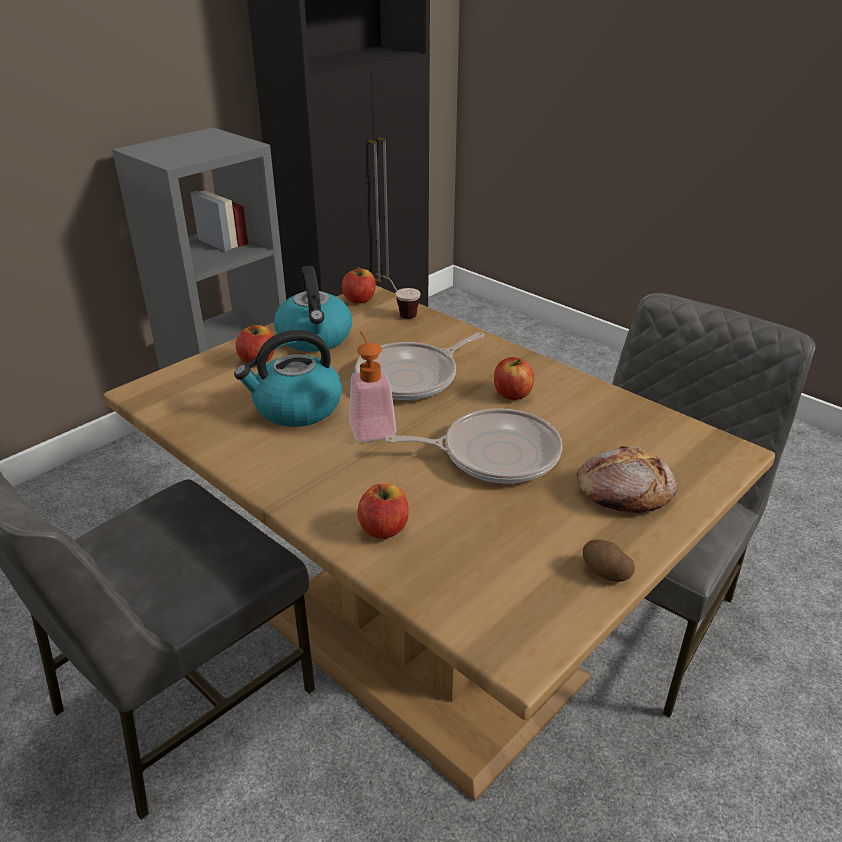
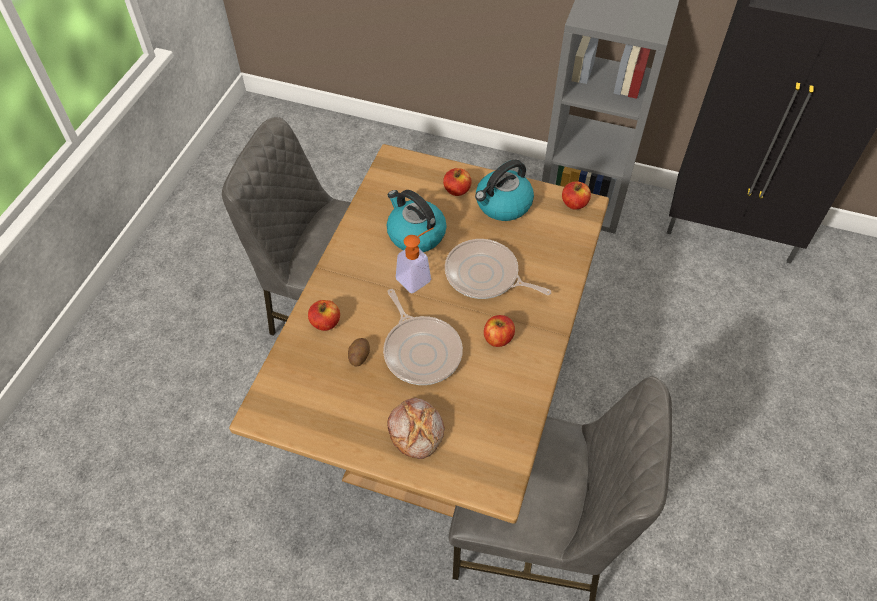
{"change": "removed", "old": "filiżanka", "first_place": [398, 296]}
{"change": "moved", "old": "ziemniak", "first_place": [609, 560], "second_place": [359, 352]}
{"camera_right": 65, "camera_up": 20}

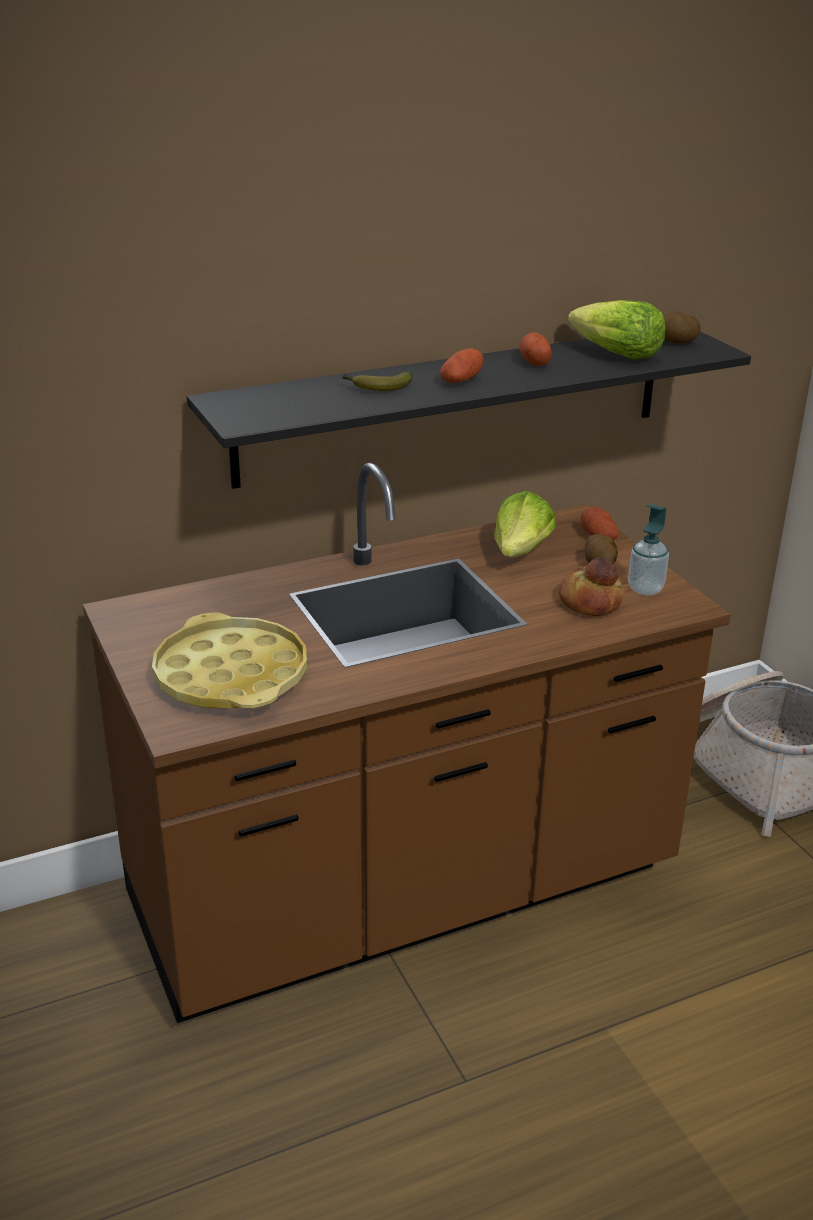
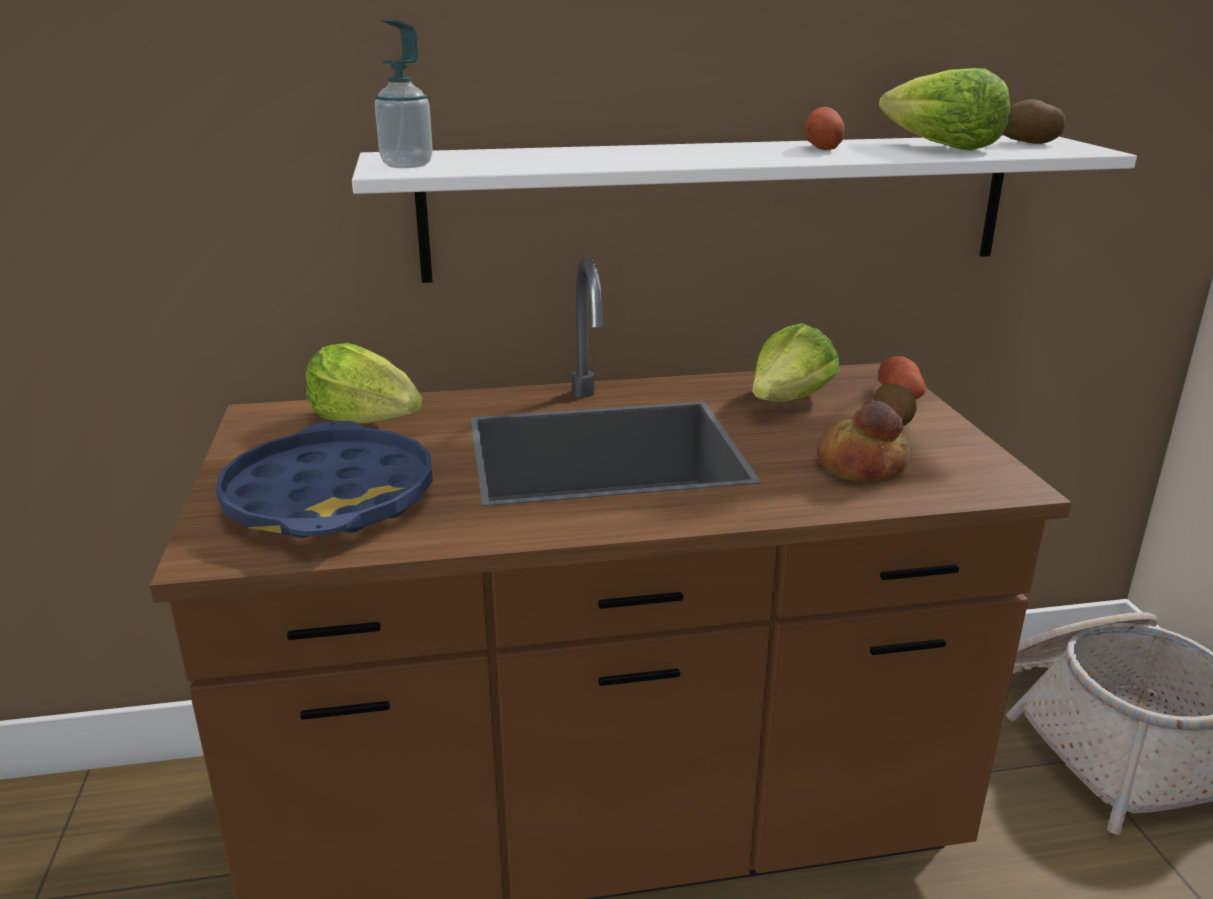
{"change": "recoloured", "old": "taca/żółty", "new": "taca/niebieski", "first_place": [229, 660], "second_place": [324, 479]}
{"change": "recoloured", "old": "półka/czarny", "new": "półka/biały", "first_place": [469, 410], "second_place": [744, 209]}
{"change": "removed", "old": "banan", "first_place": [377, 381]}
{"change": "removed", "old": "ziemniak", "first_place": [461, 365]}
{"change": "moved", "old": "dozownik mydła", "first_place": [648, 549], "second_place": [404, 93]}
{"change": "added", "new": "sałata", "second_place": [364, 383]}
{"camera_right": 15, "camera_up": -5}

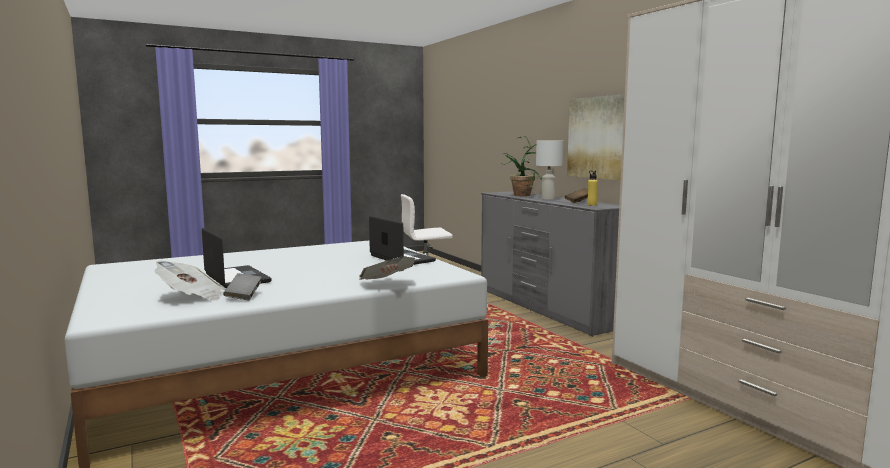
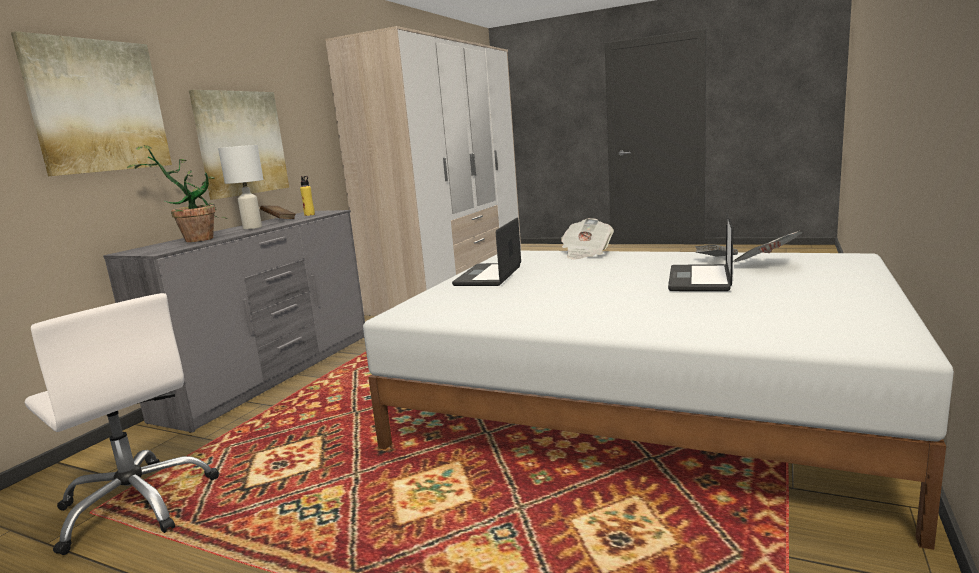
{"change": "added", "new": "obraz", "second_place": [91, 103]}
{"camera_right": -125, "camera_up": 5}

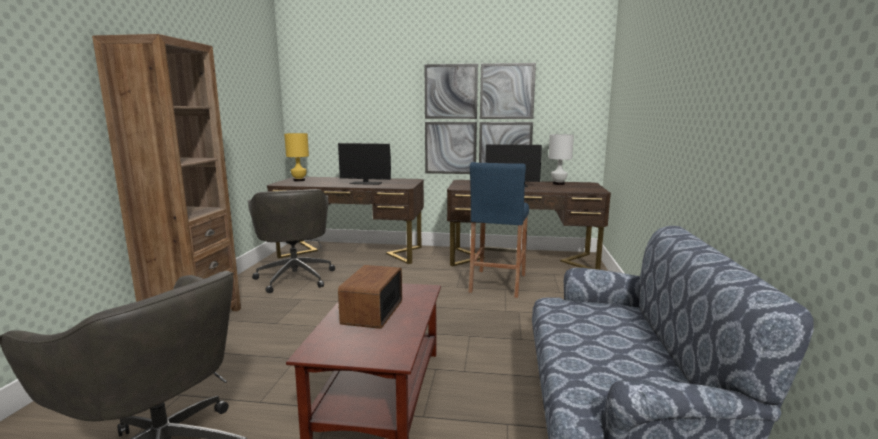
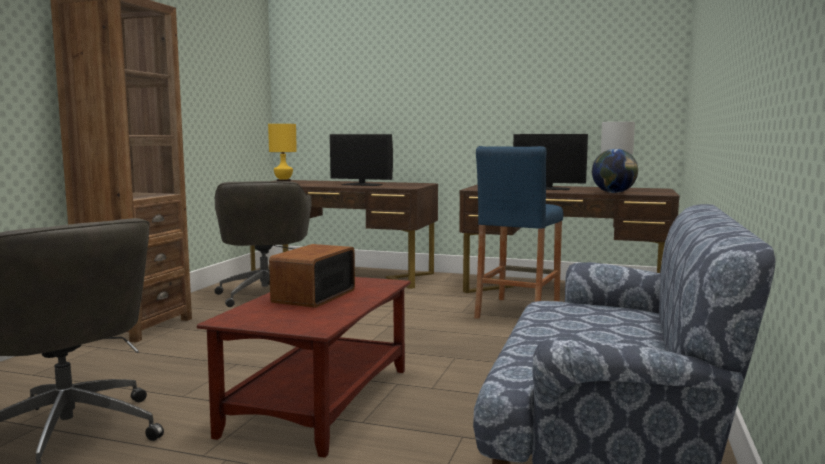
{"change": "removed", "old": "obraz", "first_place": [480, 118]}
{"change": "added", "new": "globus", "second_place": [615, 171]}
{"camera_right": 10, "camera_up": -5}

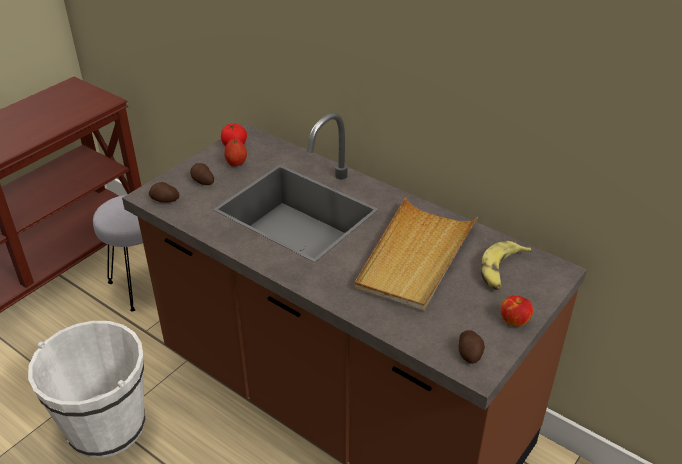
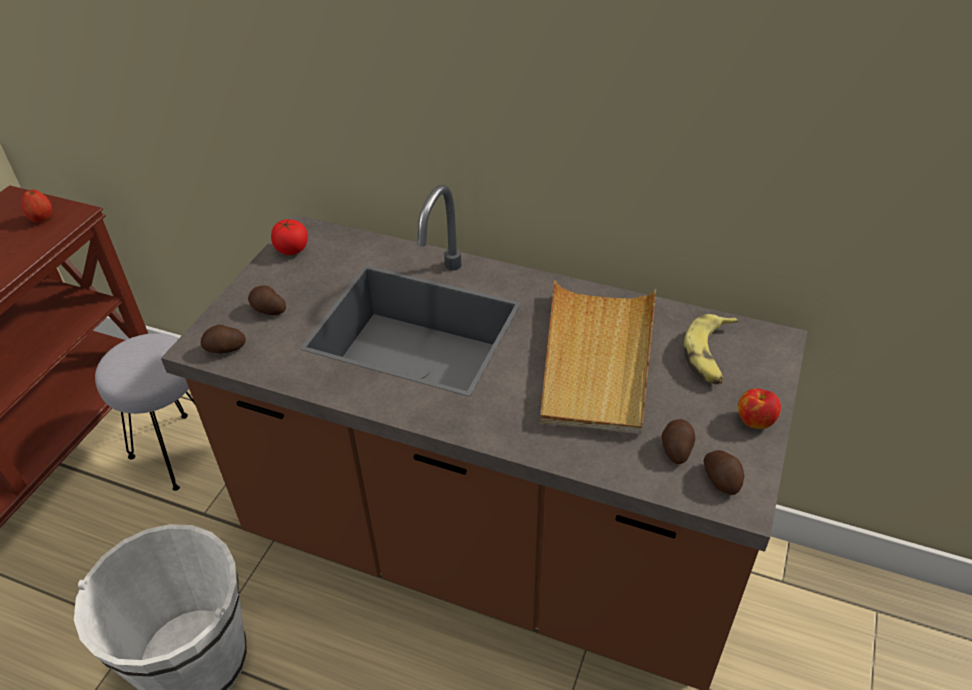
{"change": "moved", "old": "jabłko", "first_place": [235, 152], "second_place": [37, 206]}
{"change": "added", "new": "ziemniak", "second_place": [679, 441]}
{"camera_right": -15, "camera_up": 5}

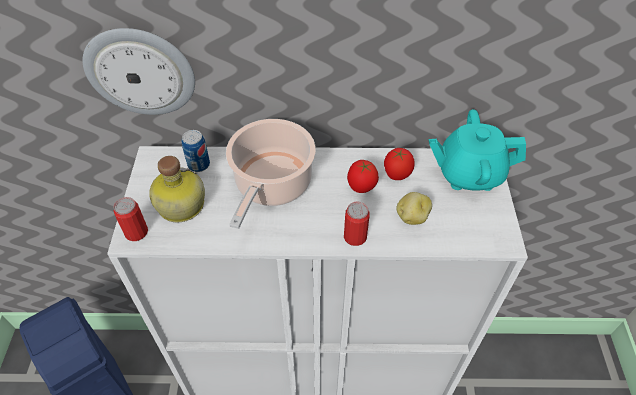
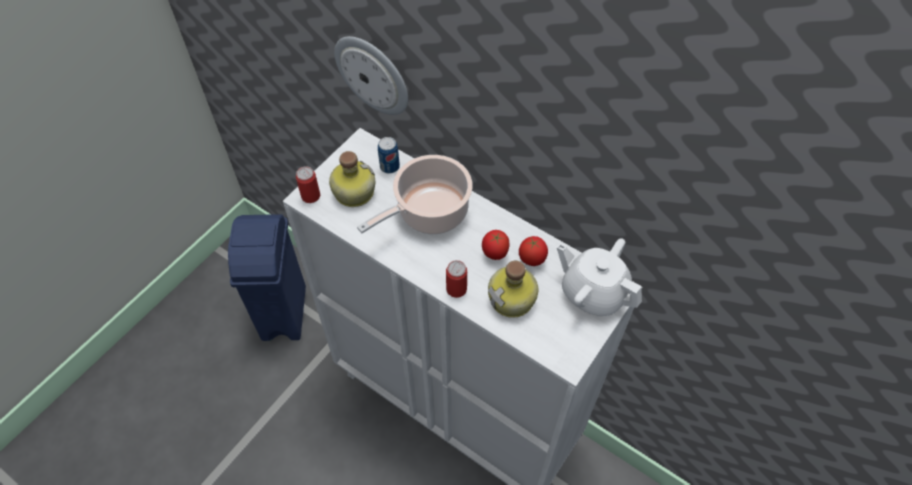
{"change": "replaced", "old": "ziemniak", "new": "butelka", "first_place": [414, 208], "second_place": [513, 289]}
{"change": "recoloured", "old": "imbryk/turkusowy", "new": "imbryk/biały", "first_place": [477, 150], "second_place": [599, 277]}
{"camera_right": 35, "camera_up": 5}

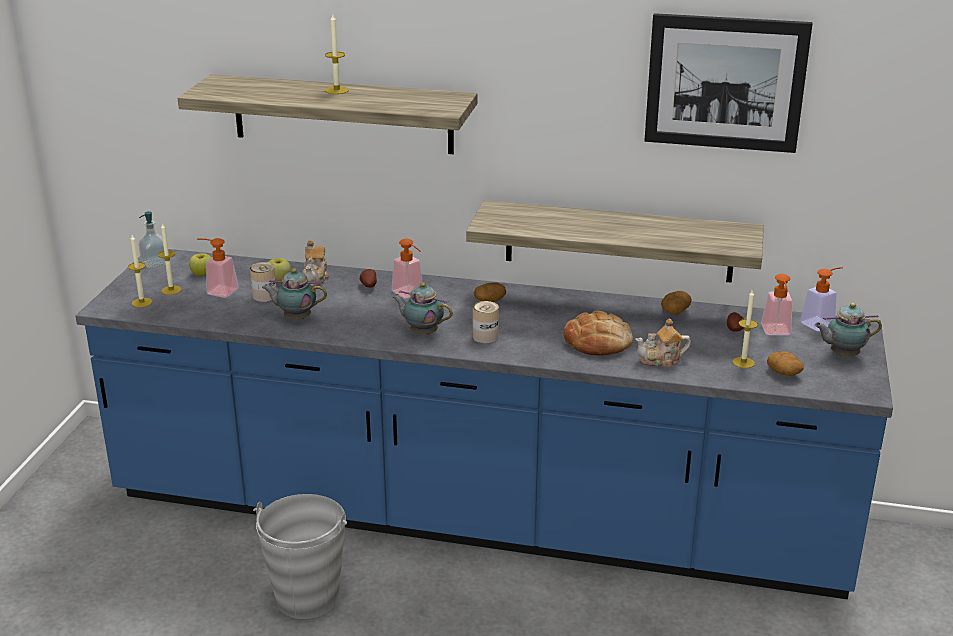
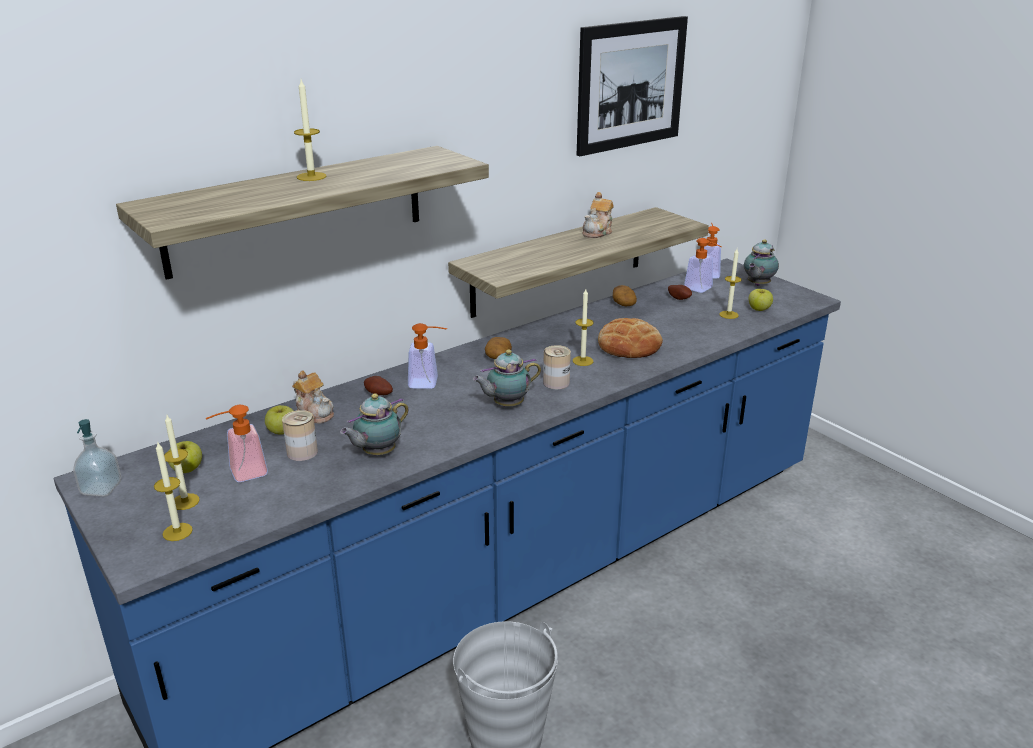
{"change": "moved", "old": "imbryk", "first_place": [663, 343], "second_place": [598, 215]}
{"change": "replaced", "old": "ziemniak", "new": "jabłko", "first_place": [785, 363], "second_place": [761, 300]}
{"change": "added", "new": "świeca", "second_place": [583, 327]}
{"camera_right": -50, "camera_up": 0}

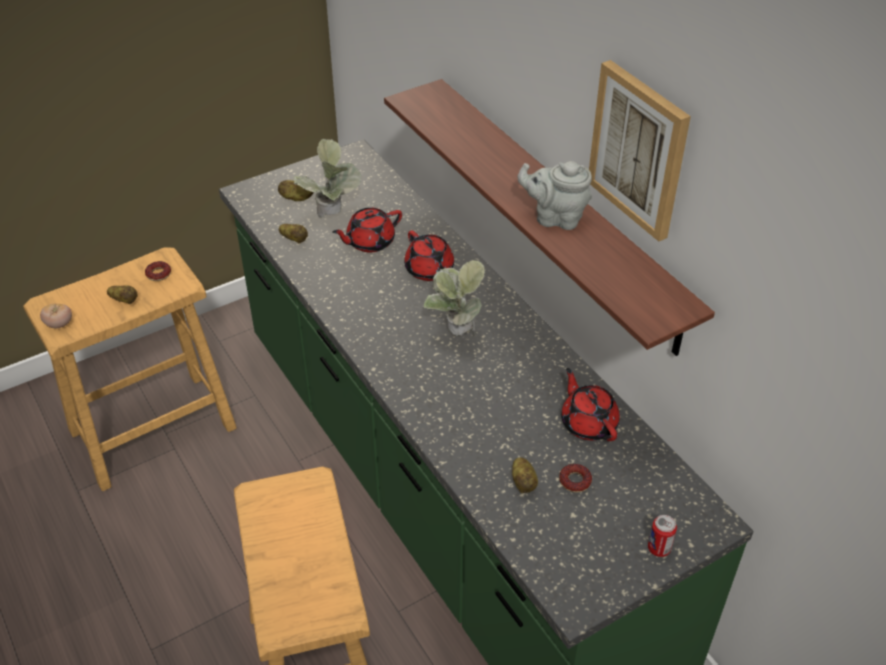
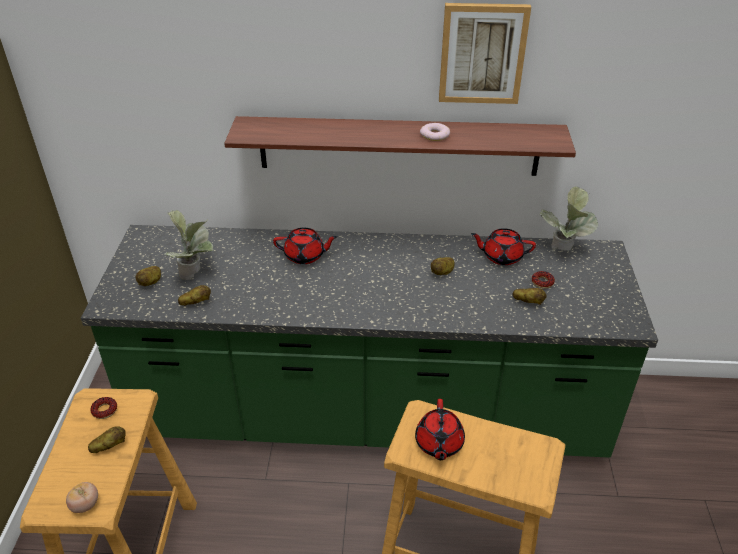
{"change": "moved", "old": "imbryk/czerwony", "first_place": [367, 230], "second_place": [440, 429]}
{"change": "moved", "old": "roślina doniczkowa", "first_place": [454, 298], "second_place": [568, 218]}
{"change": "replaced", "old": "imbryk/szary", "new": "donut", "first_place": [554, 195], "second_place": [435, 132]}
{"change": "removed", "old": "puszka", "first_place": [662, 536]}
{"change": "added", "new": "ziemniak", "second_place": [442, 266]}
{"camera_right": -55, "camera_up": -5}

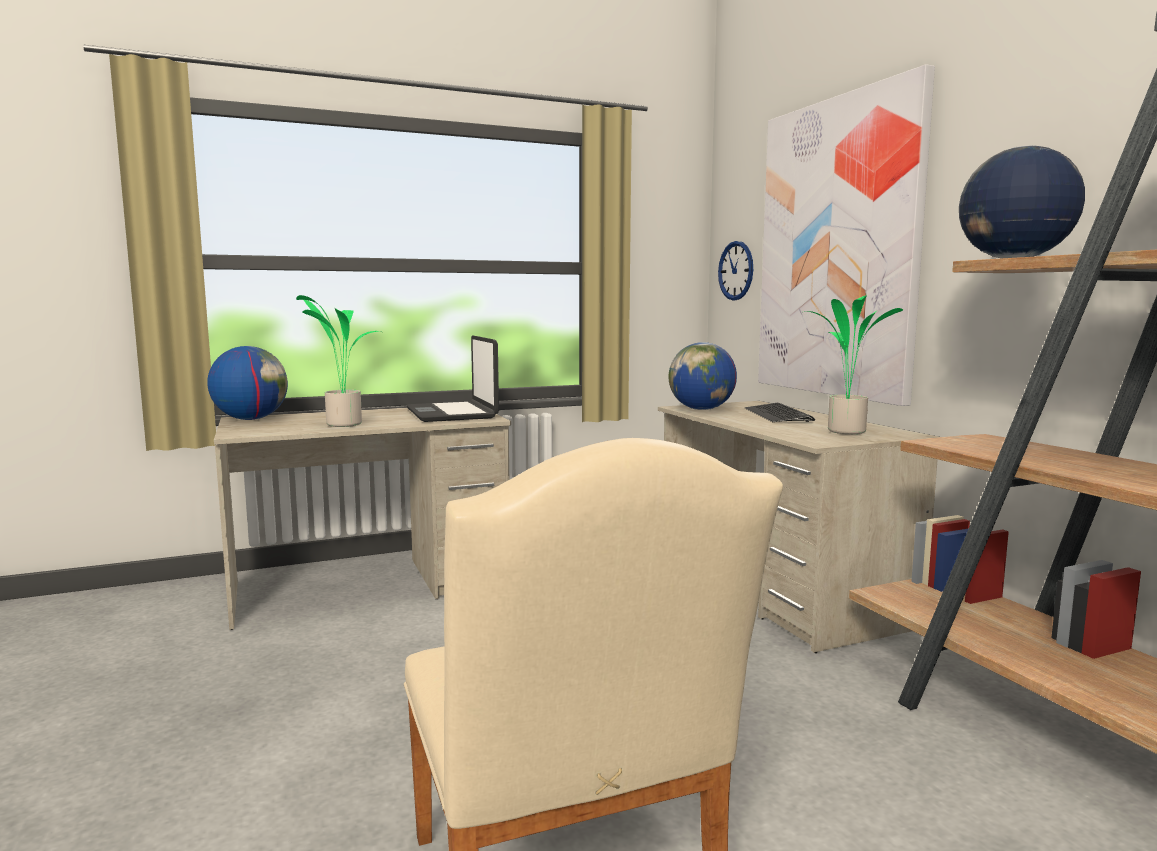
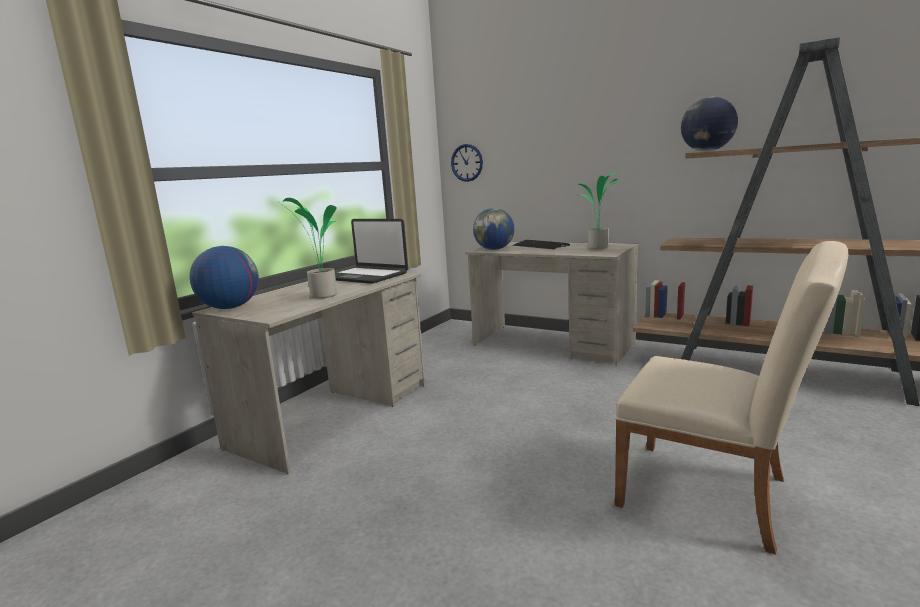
{"change": "removed", "old": "obraz", "first_place": [846, 235]}
{"camera_right": -35, "camera_up": 5}

